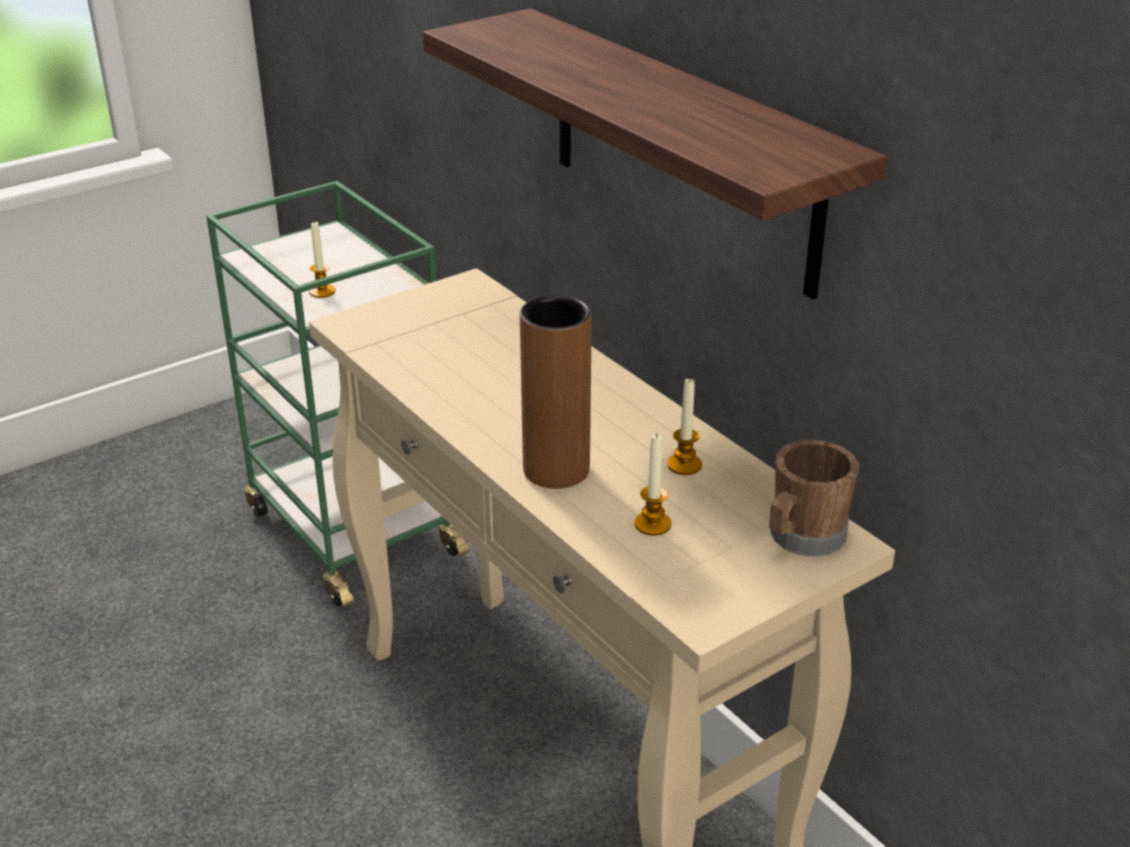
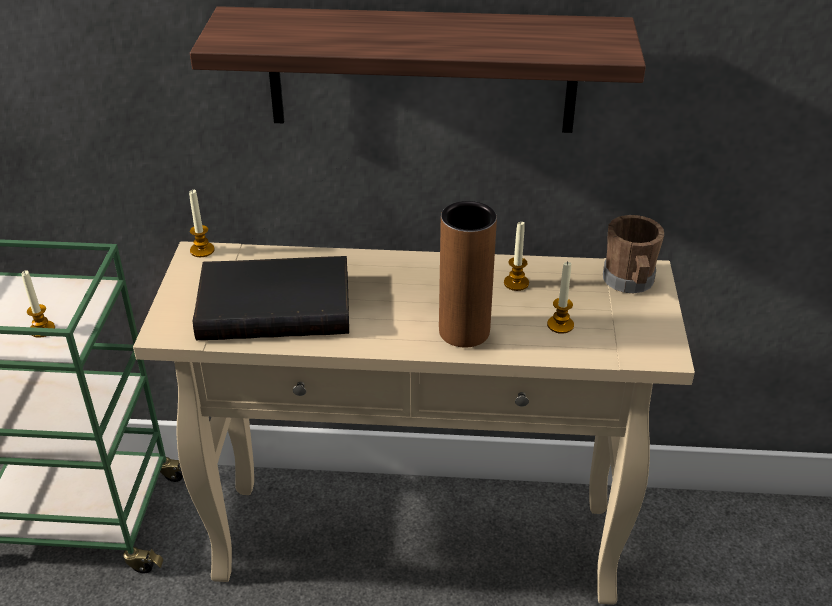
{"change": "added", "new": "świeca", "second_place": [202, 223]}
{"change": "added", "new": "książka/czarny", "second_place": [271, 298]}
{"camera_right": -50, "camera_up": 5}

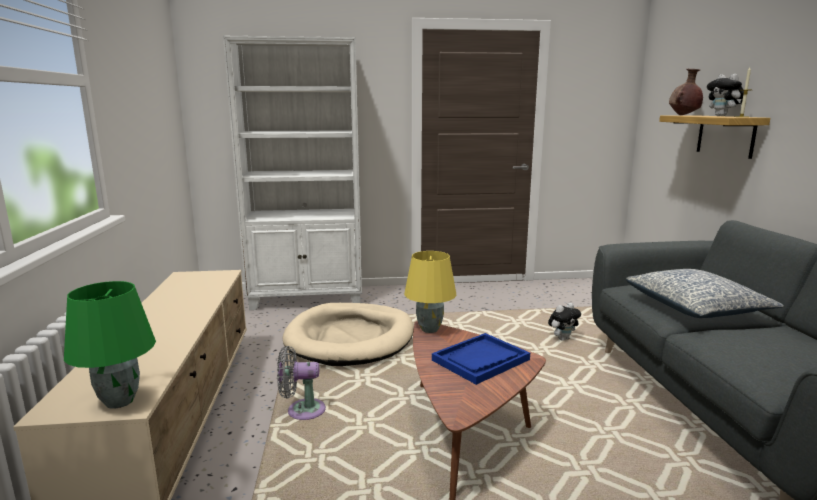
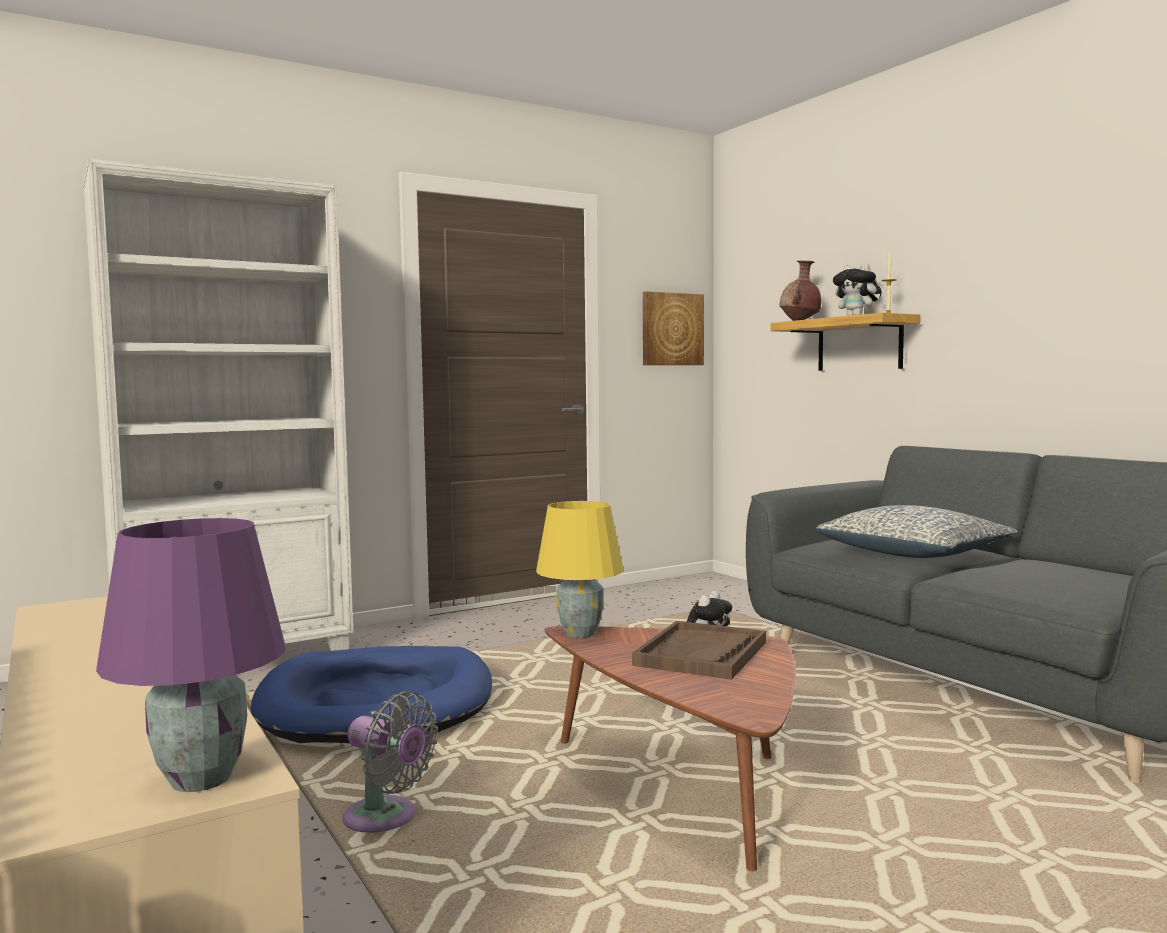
{"change": "recoloured", "old": "lampa stołowa/zielony", "new": "lampa stołowa/fioletowy", "first_place": [110, 345], "second_place": [191, 655]}
{"change": "turned", "old": "wentylator/szary", "first_place": [301, 383], "second_place": [390, 762], "degrees": -120}
{"change": "recoloured", "old": "legowisko/beżowy", "new": "legowisko/niebieski", "first_place": [348, 334], "second_place": [371, 694]}
{"change": "recoloured", "old": "taca/niebieski", "new": "taca/brązowy", "first_place": [481, 359], "second_place": [699, 650]}
{"change": "added", "new": "obraz", "second_place": [673, 328]}
{"camera_right": -25, "camera_up": -10}

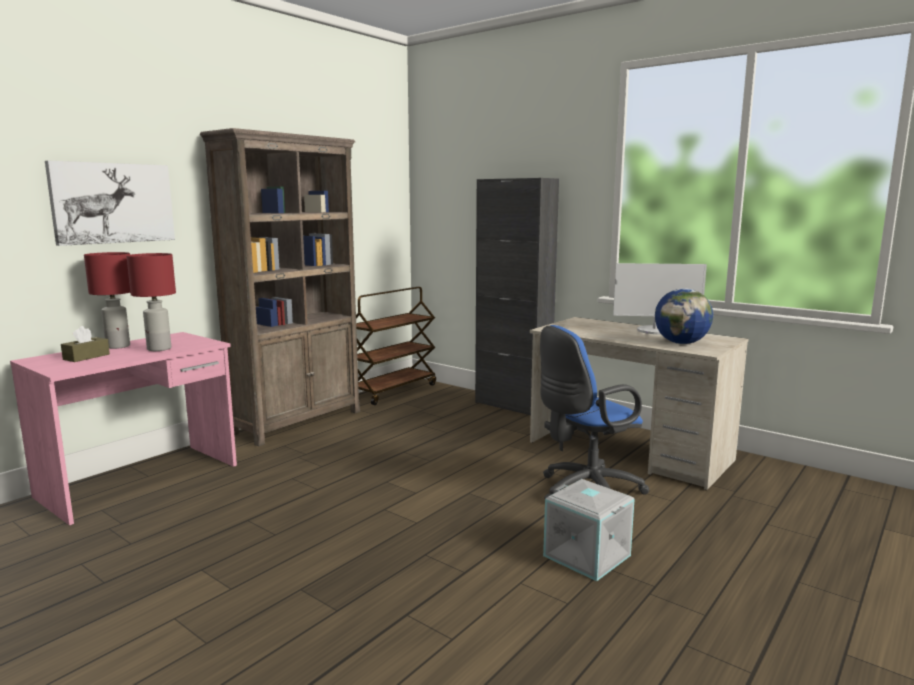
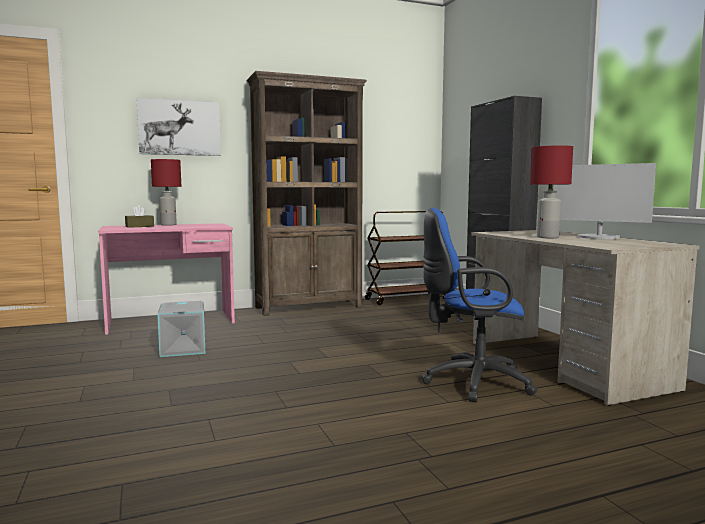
{"change": "moved", "old": "lampa stołowa/czerwony", "first_place": [151, 302], "second_place": [551, 191]}
{"change": "moved", "old": "pojemnik do przechowywania/szary", "first_place": [589, 530], "second_place": [181, 329]}
{"change": "removed", "old": "globus", "first_place": [684, 316]}
{"camera_right": 30, "camera_up": -5}

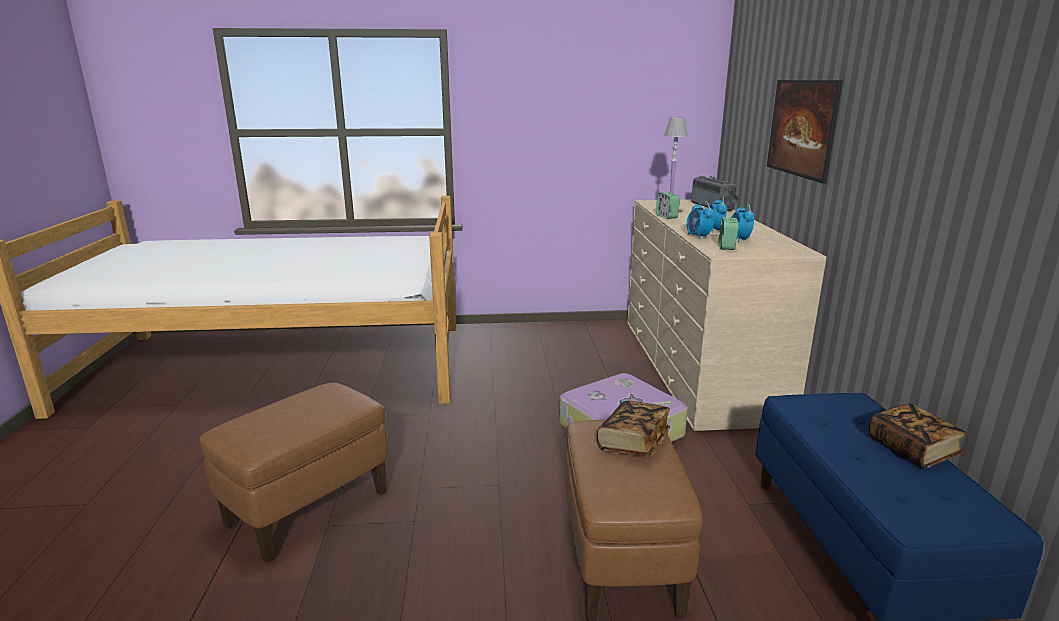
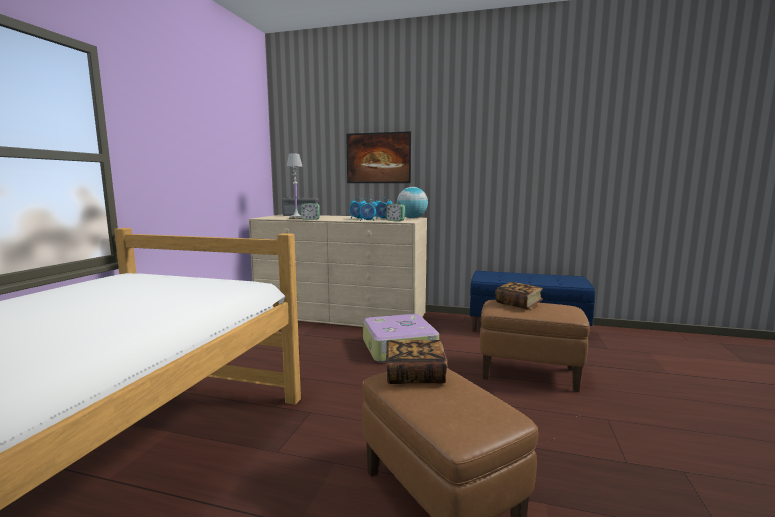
{"change": "moved", "old": "książka", "first_place": [917, 435], "second_place": [416, 362]}
{"change": "added", "new": "globus", "second_place": [412, 202]}
{"camera_right": -70, "camera_up": -10}

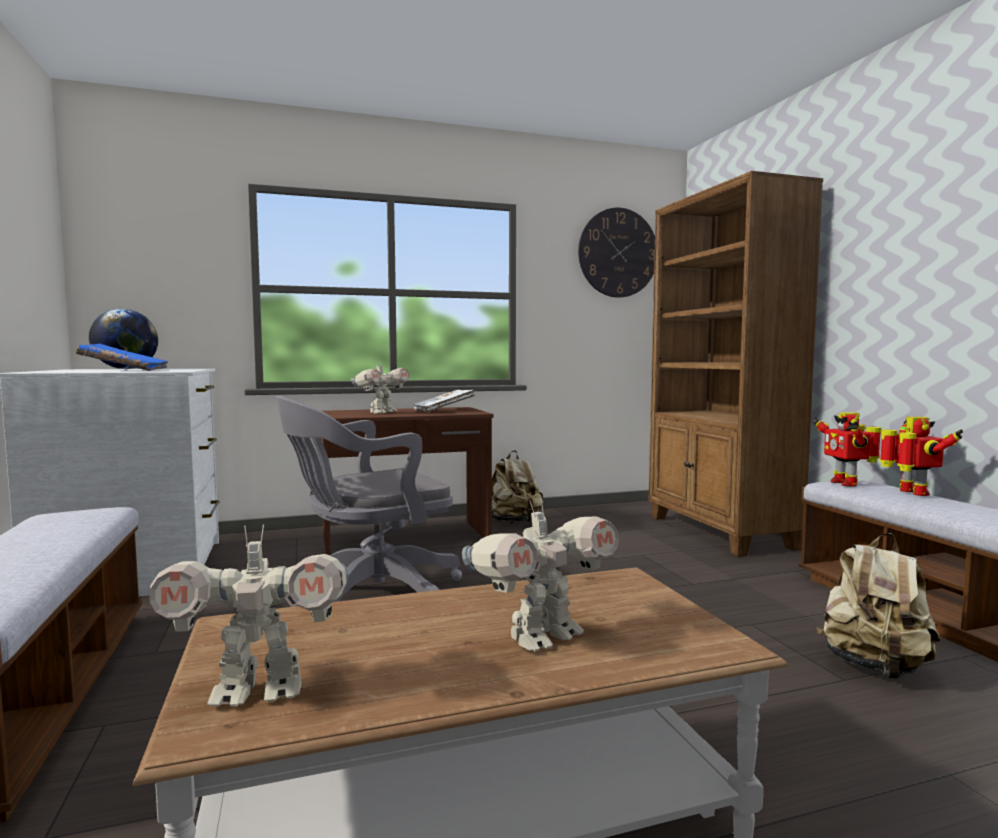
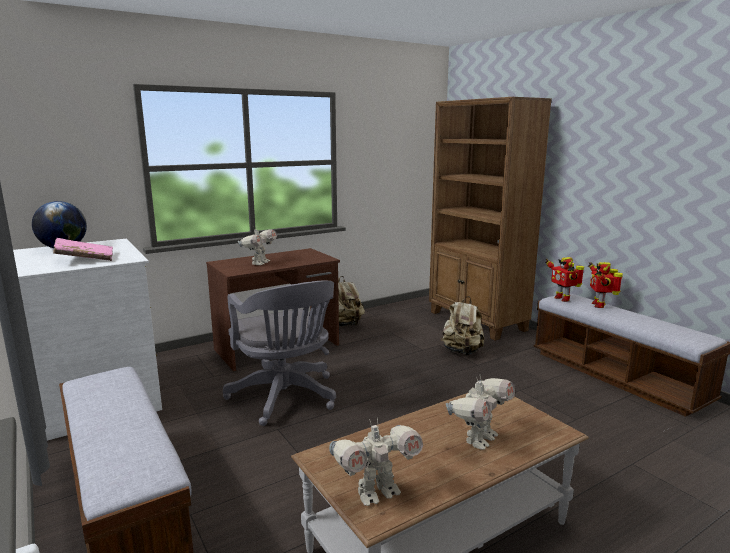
{"change": "recoloured", "old": "książka/niebieski", "new": "książka/różowy", "first_place": [122, 357], "second_place": [83, 249]}
{"change": "turned", "old": "krzesło biurowe/szary", "first_place": [369, 499], "second_place": [279, 353], "degrees": -75}
{"change": "removed", "old": "książka/biały", "first_place": [444, 401]}
{"change": "removed", "old": "zegar ścienny", "first_place": [616, 253]}
{"change": "moved", "old": "plecak/beżowy", "first_place": [878, 606], "second_place": [463, 326]}
{"change": "turned", "old": "robot zabawkowy", "first_place": [921, 456], "second_place": [605, 285], "degrees": -150}
{"camera_right": -15, "camera_up": 10}

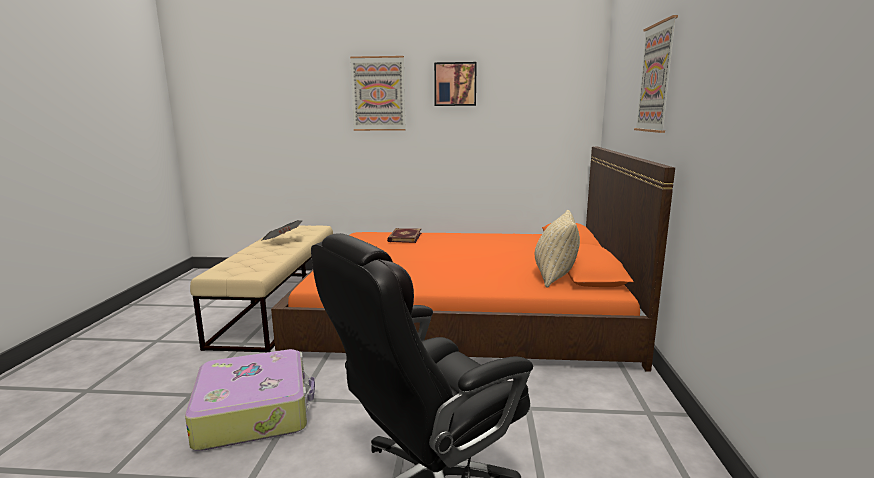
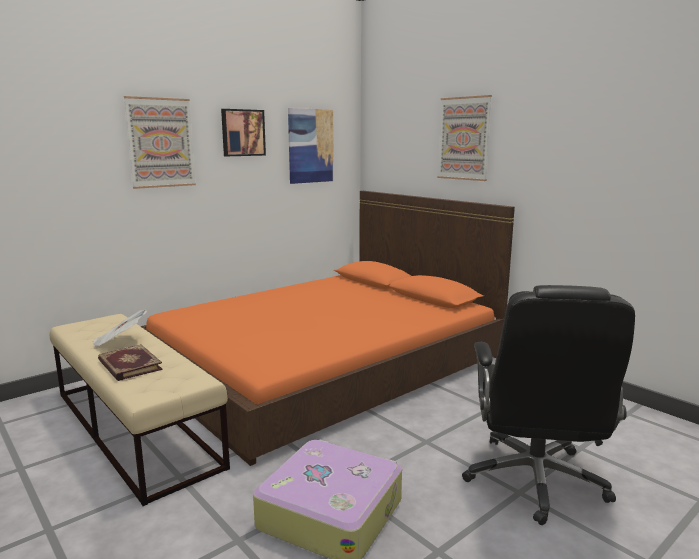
{"change": "moved", "old": "książka", "first_place": [404, 235], "second_place": [130, 362]}
{"change": "removed", "old": "poduszka/beżowy", "first_place": [557, 249]}
{"change": "added", "new": "obraz", "second_place": [311, 146]}
{"camera_right": -45, "camera_up": 0}

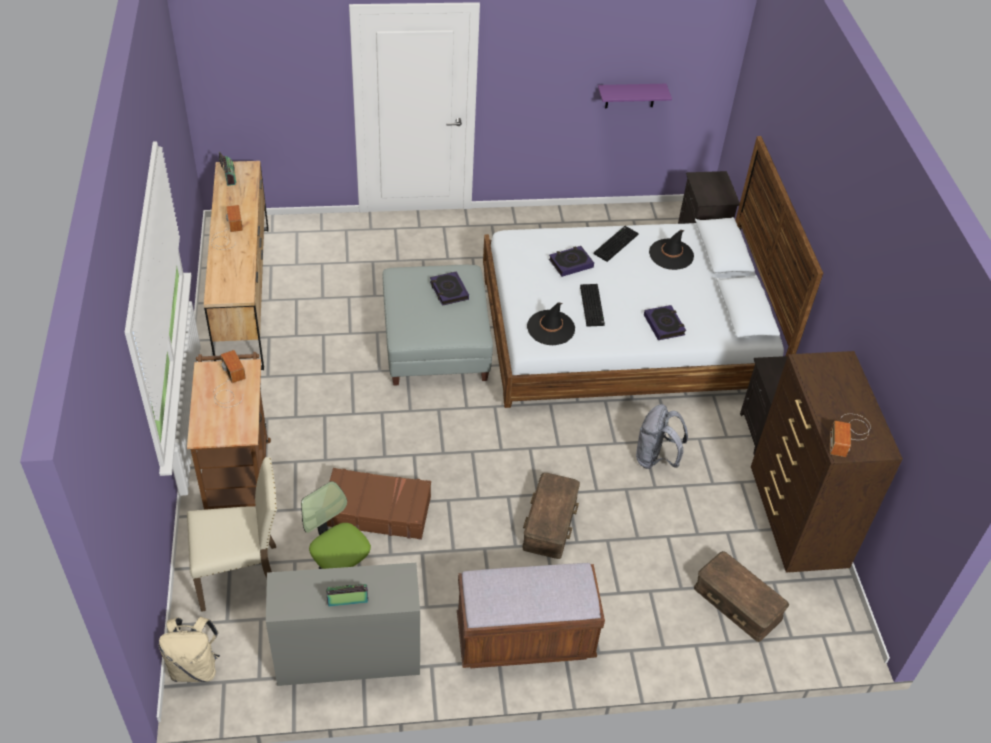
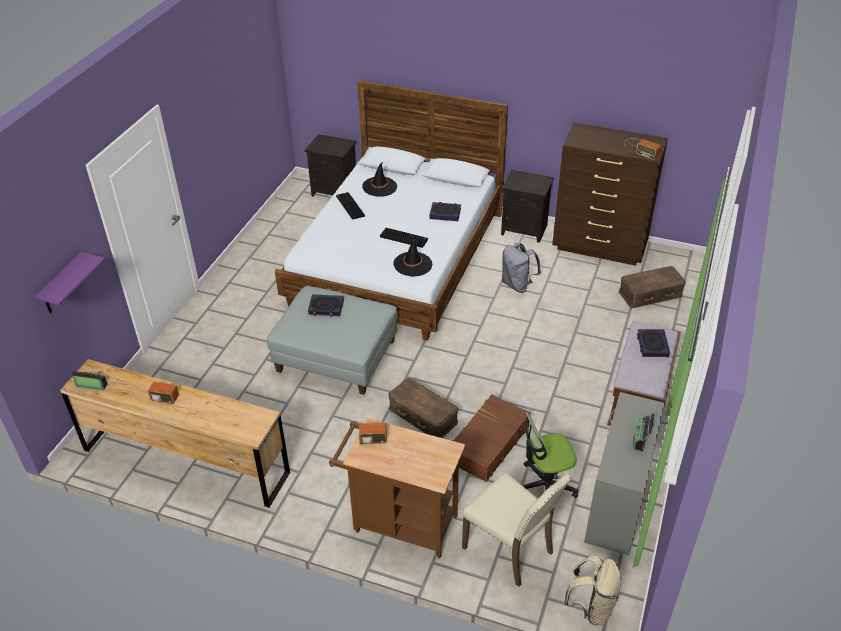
{"change": "turned", "old": "krzesło/beżowy", "first_place": [232, 534], "second_place": [517, 529], "degrees": 120}
{"change": "moved", "old": "pojemnik do przechowywania/brązowy", "first_place": [551, 516], "second_place": [423, 408]}
{"change": "moved", "old": "książka", "first_place": [571, 261], "second_place": [653, 343]}
{"change": "moved", "old": "półka/fioletowy", "first_place": [635, 96], "second_place": [69, 282]}
{"camera_right": -60, "camera_up": -5}

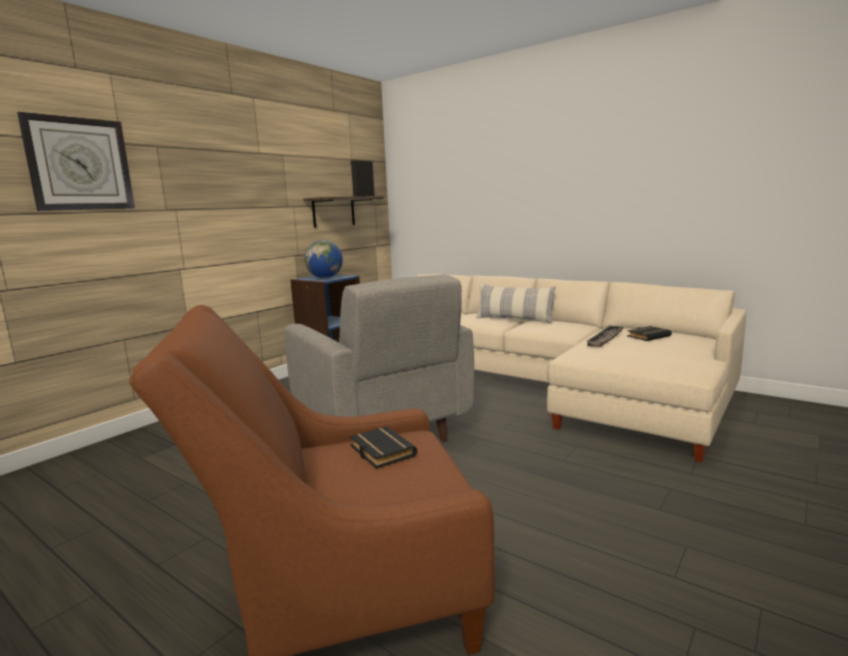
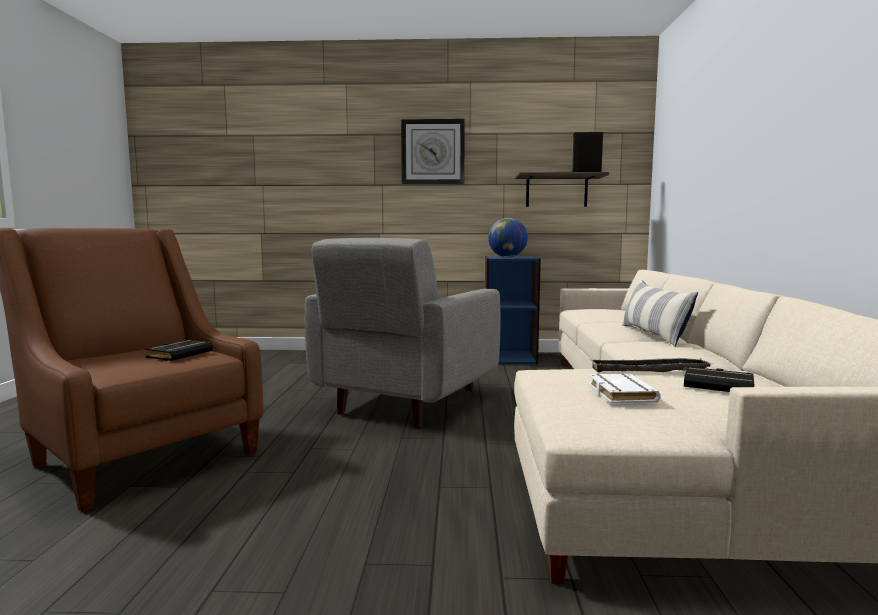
{"change": "moved", "old": "zegar ścienny", "first_place": [76, 161], "second_place": [433, 151]}
{"change": "added", "new": "książka/biały", "second_place": [624, 388]}
{"camera_right": 55, "camera_up": -5}

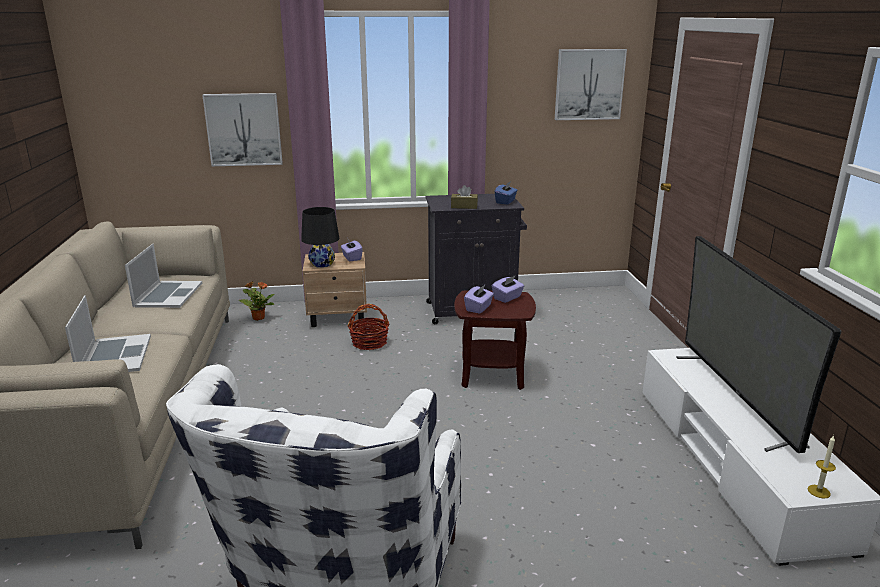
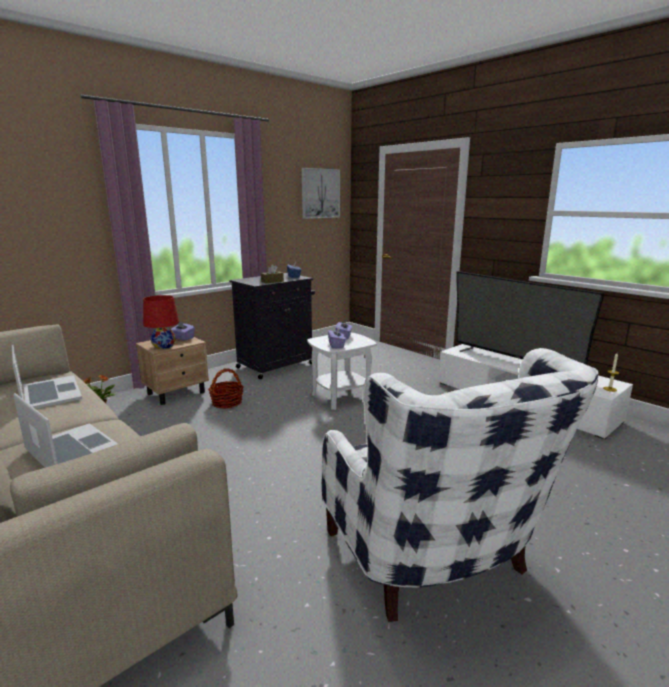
{"change": "removed", "old": "obraz", "first_place": [242, 129]}
{"change": "recoloured", "old": "lampa stołowa/czarny", "new": "lampa stołowa/czerwony", "first_place": [320, 237], "second_place": [161, 322]}
{"change": "recoloured", "old": "stolik/brązowy", "new": "stolik/biały", "first_place": [495, 340], "second_place": [342, 371]}
{"camera_right": -35, "camera_up": -5}

